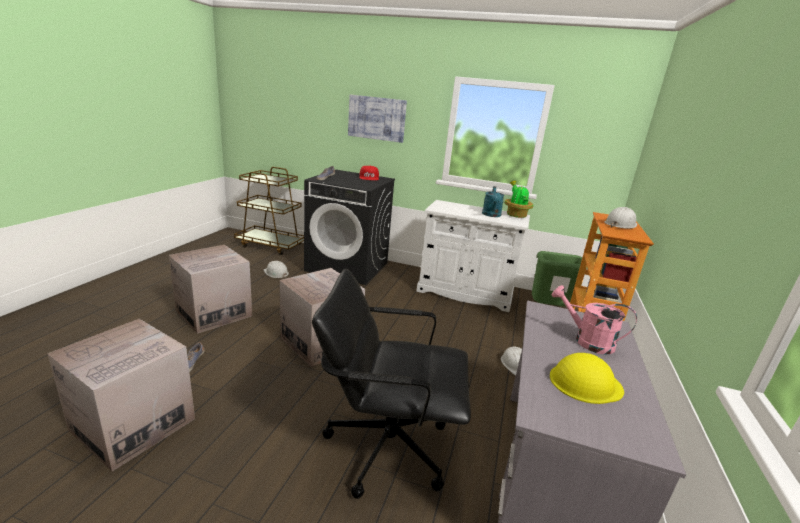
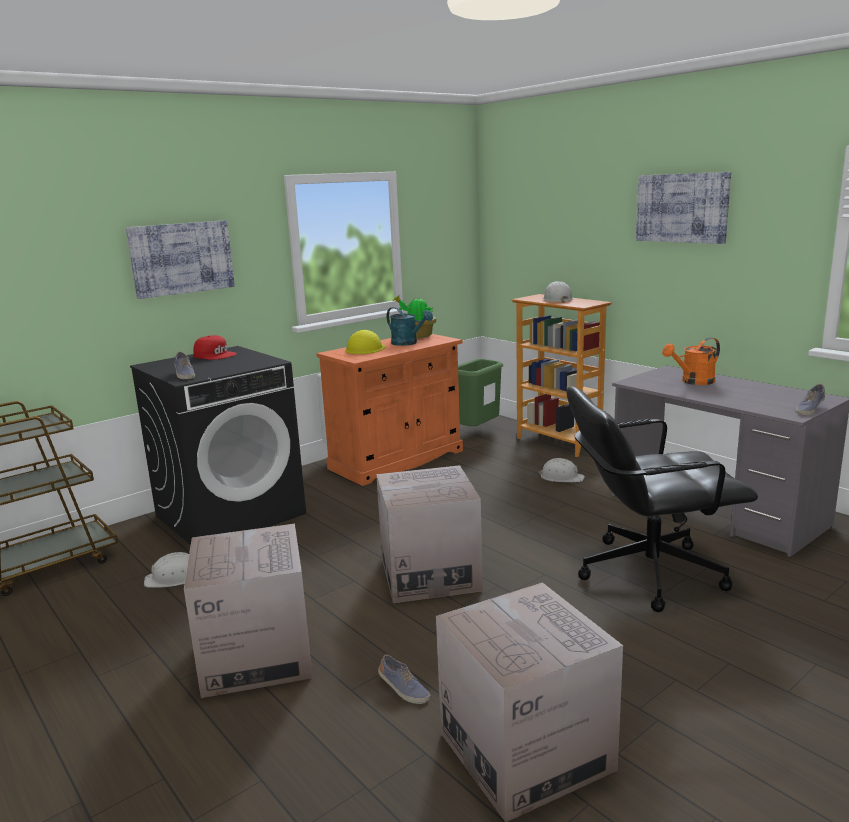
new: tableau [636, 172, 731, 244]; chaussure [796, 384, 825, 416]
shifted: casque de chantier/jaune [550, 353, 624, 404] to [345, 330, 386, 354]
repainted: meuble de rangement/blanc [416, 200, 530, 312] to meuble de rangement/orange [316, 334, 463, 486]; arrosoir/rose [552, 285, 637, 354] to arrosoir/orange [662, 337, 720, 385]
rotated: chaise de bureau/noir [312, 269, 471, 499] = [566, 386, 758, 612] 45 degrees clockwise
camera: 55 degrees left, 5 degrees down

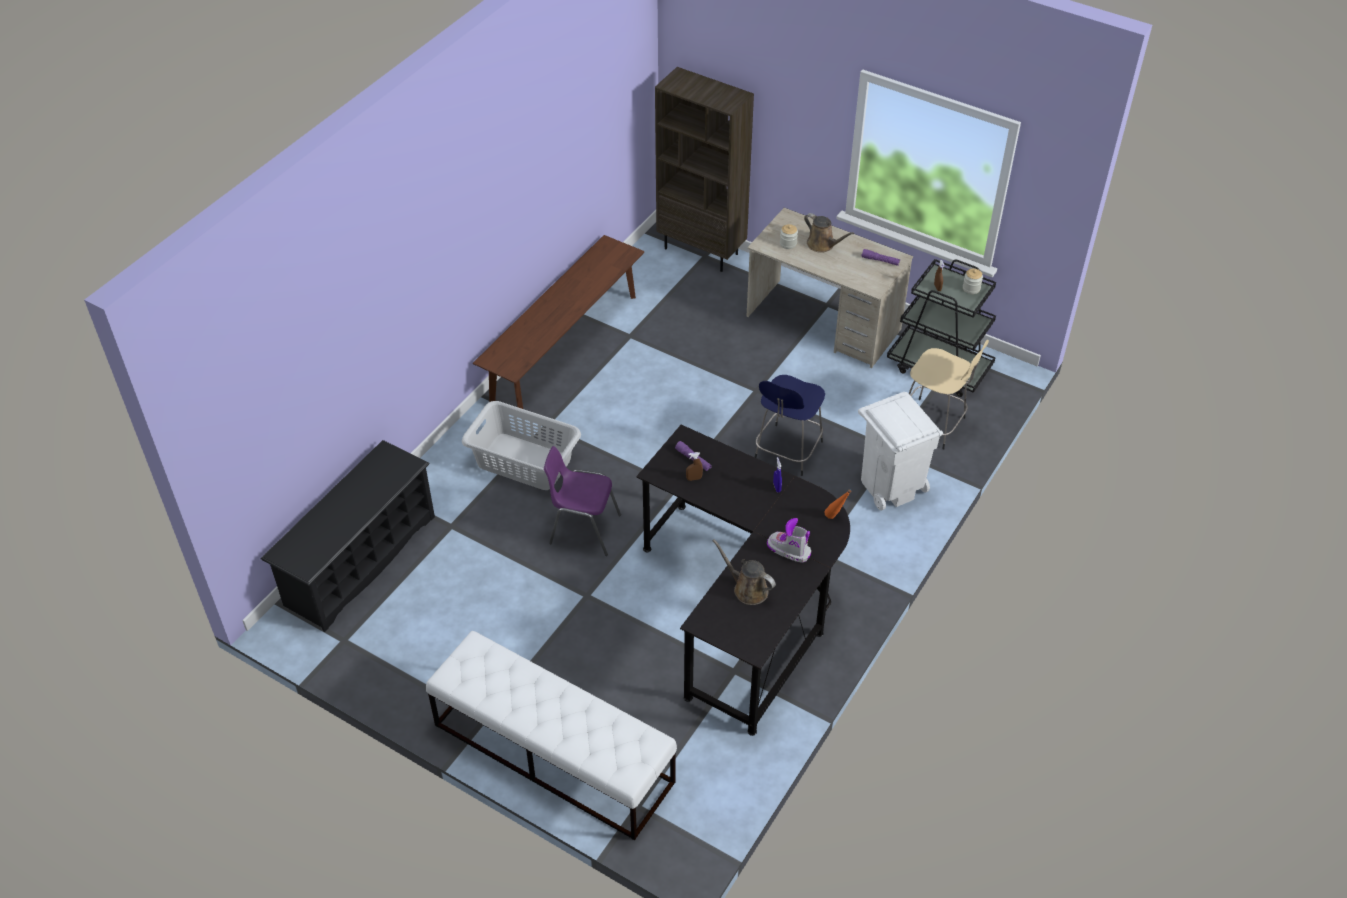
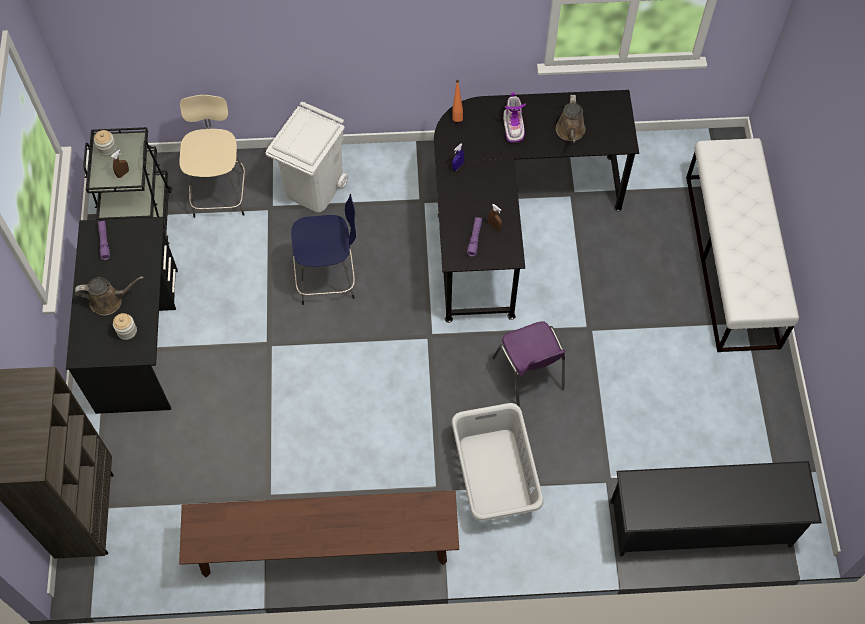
repainted: bureau/beige [746, 208, 913, 368] to bureau/noir [66, 217, 178, 414]
rotated: arrosoir/marron [804, 213, 855, 253] = [75, 276, 143, 316] 75 degrees clockwise
camera: 125 degrees left, 15 degrees up

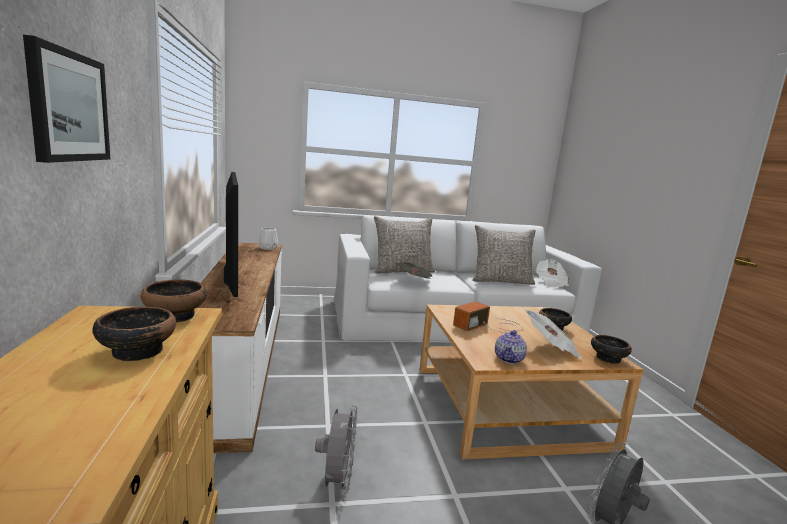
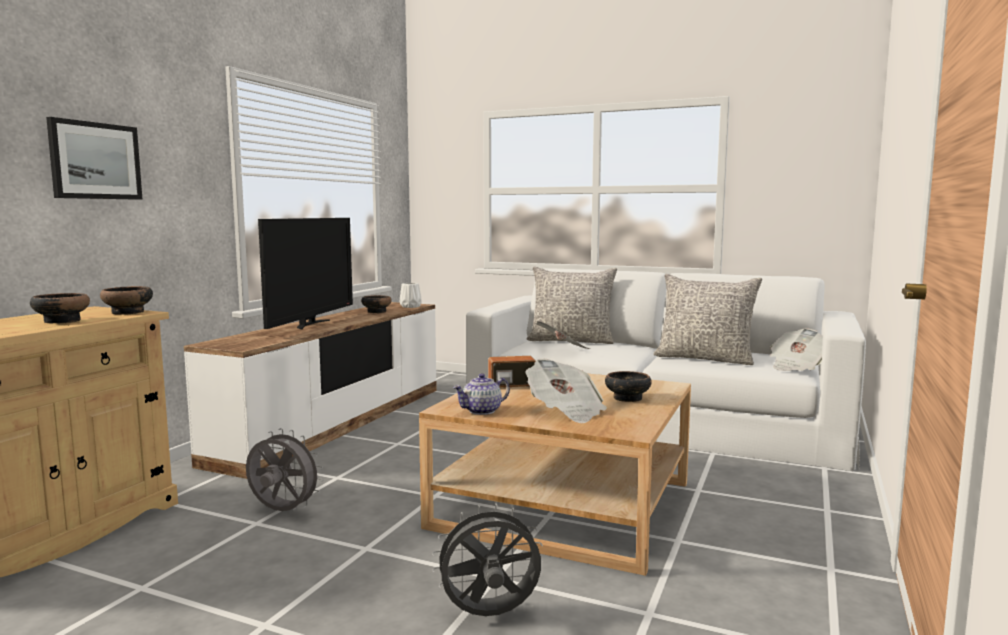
shifted: bol [591, 335, 632, 364] to [361, 295, 391, 313]
rotated: ventilateur/gris [315, 405, 358, 493] = [246, 428, 323, 511] 105 degrees counterclockwise
camera: 35 degrees right, 5 degrees down

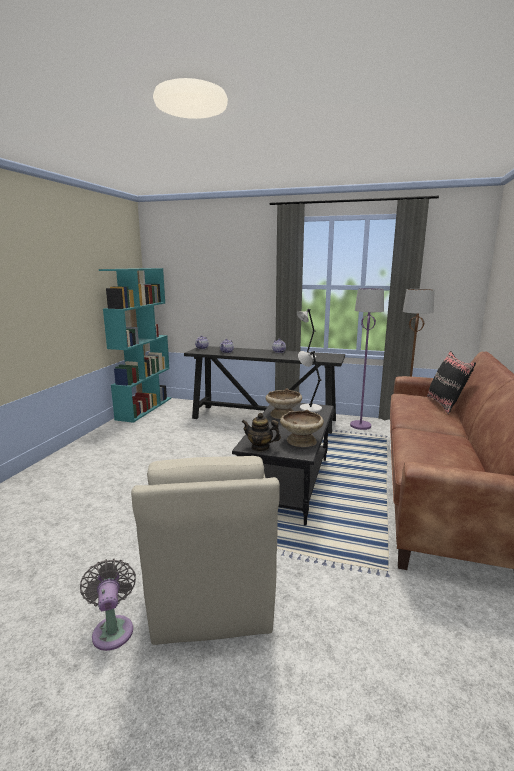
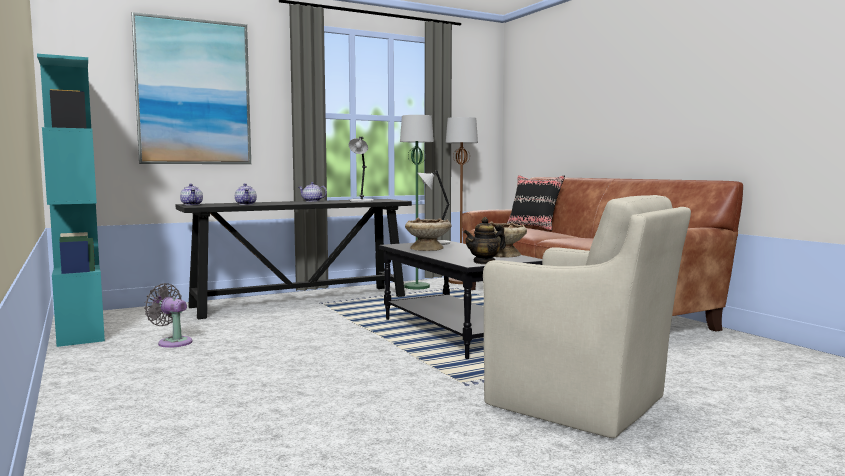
new: tableau [131, 12, 251, 164]
shifted: ventilateur/gris [80, 559, 136, 651] to [144, 283, 193, 348]
repainted: lampadaire/violet [350, 288, 384, 430] to lampadaire/vert [400, 115, 434, 289]
camera: 45 degrees left, 10 degrees down

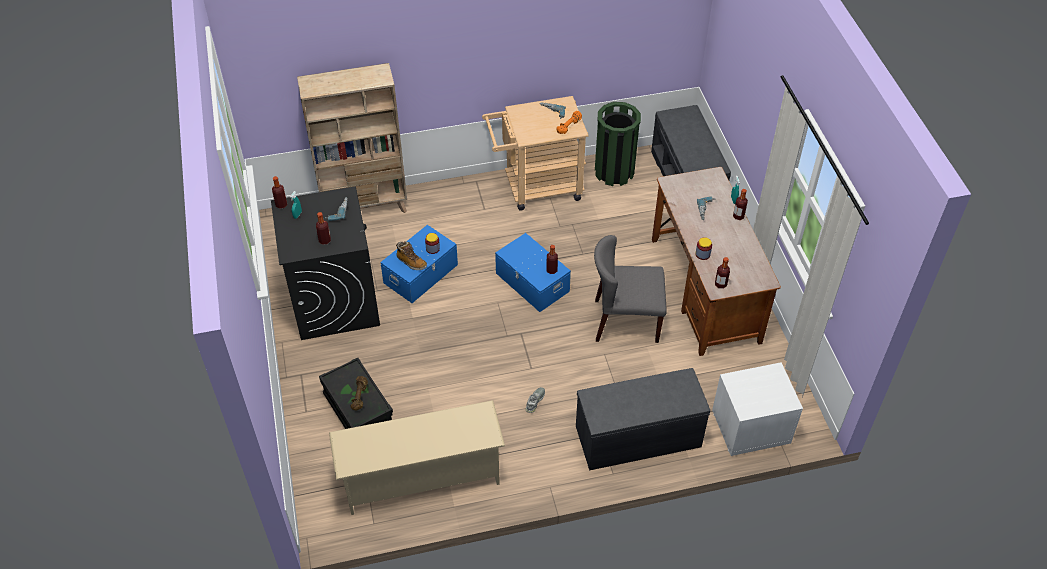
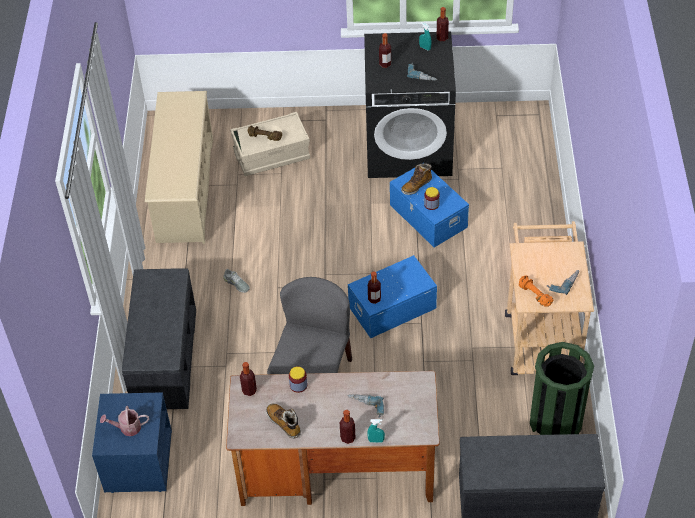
gone: bibliothèque/beige [297, 63, 407, 213]
new: arrosoir [100, 406, 149, 436]; botte [266, 403, 301, 439]
repainted: boîte de rangement/noir [319, 358, 393, 429] to boîte de rangement/beige [230, 112, 310, 176]; table de chevet/blanc [712, 362, 803, 456] to table de chevet/bleu [92, 392, 172, 493]
camera: 105 degrees right, 0 degrees up

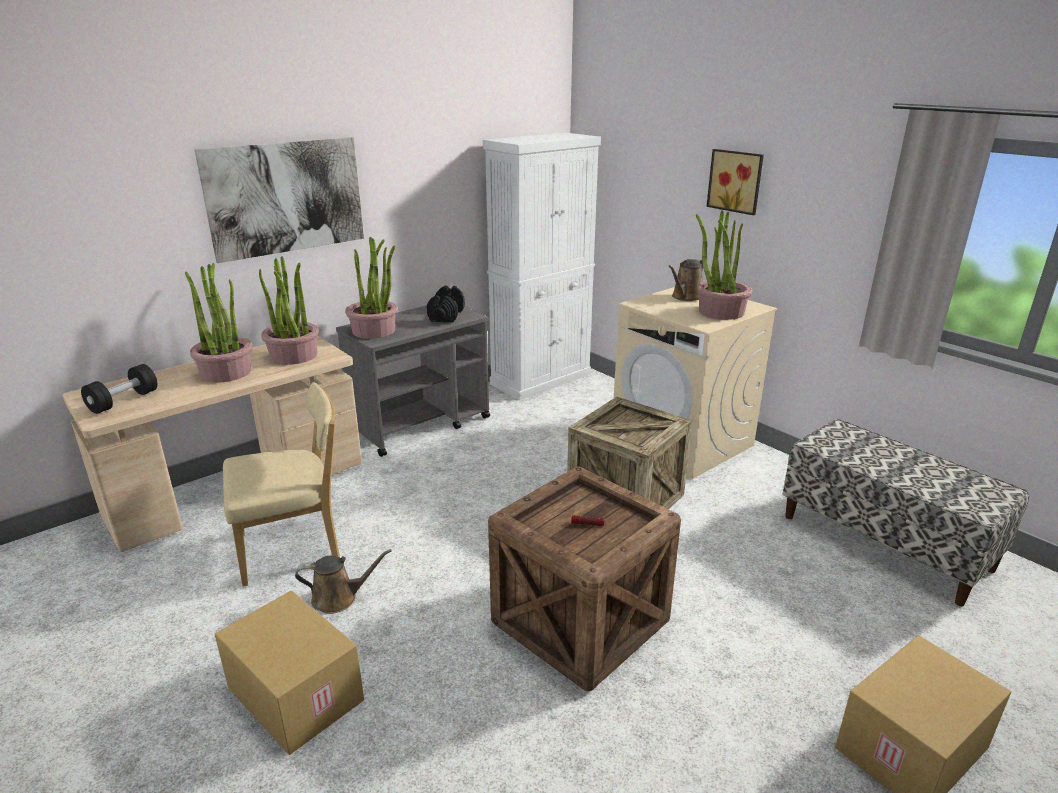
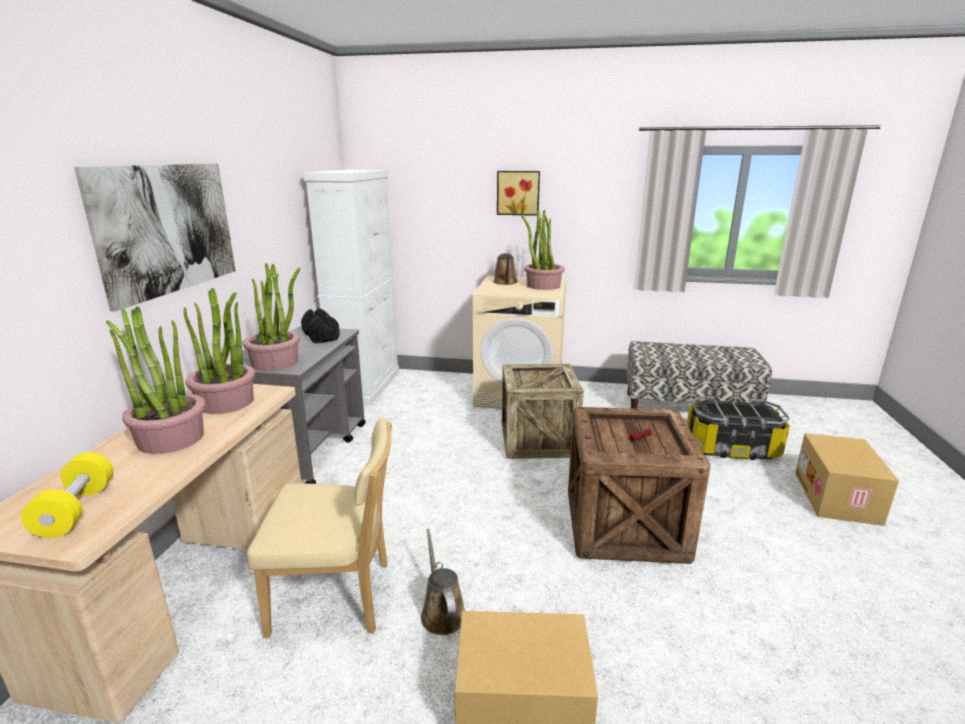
new: boîte de rangement [687, 396, 790, 460]
repainted: haltère/noir [81, 364, 158, 414] to haltère/jaune [21, 452, 113, 538]
rotated: chaise/beige [223, 382, 340, 587] = [247, 417, 392, 638] 60 degrees clockwise; arrosoir/marron [295, 549, 392, 614] = [421, 529, 465, 635] 60 degrees counterclockwise
camera: 40 degrees left, 5 degrees down

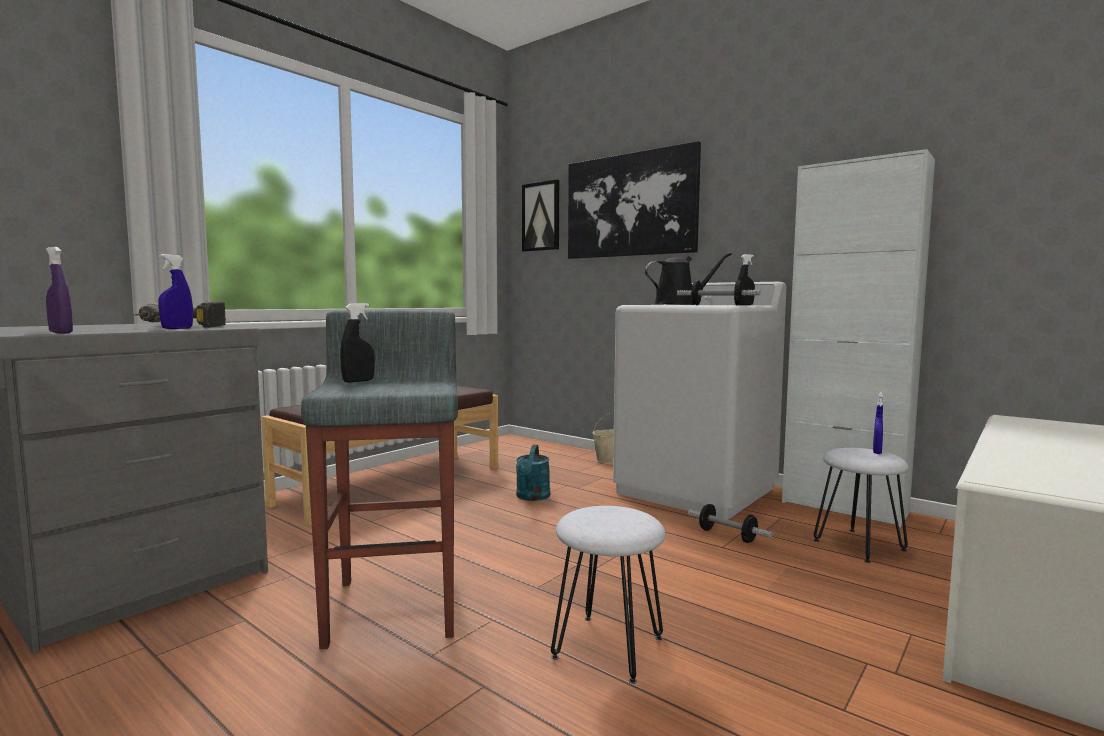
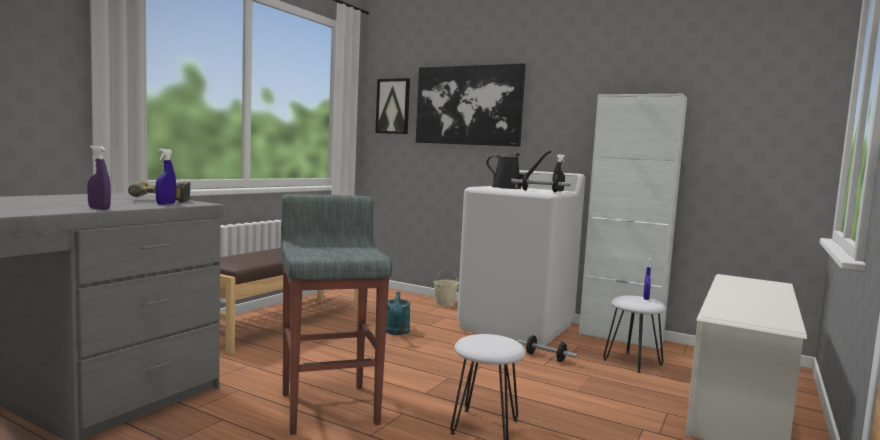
gone: vaporisateur/noir [340, 303, 375, 383]
rotated: arrosoir/noir [645, 253, 732, 305] = [486, 151, 551, 189] 45 degrees clockwise
camera: 10 degrees left, 0 degrees up

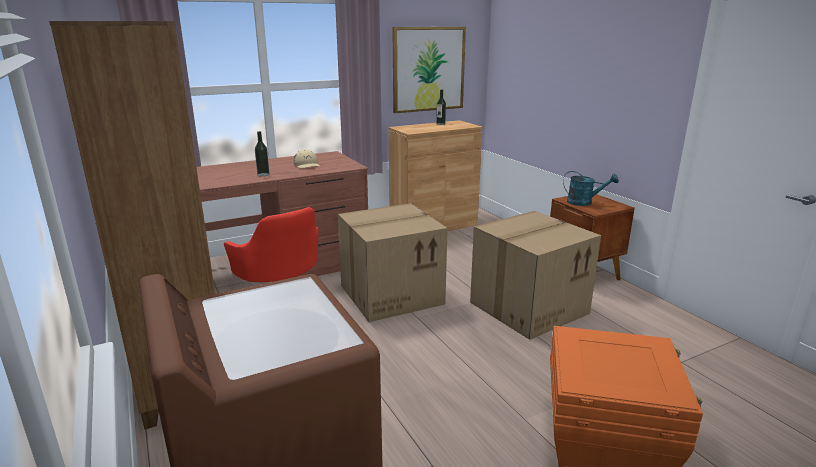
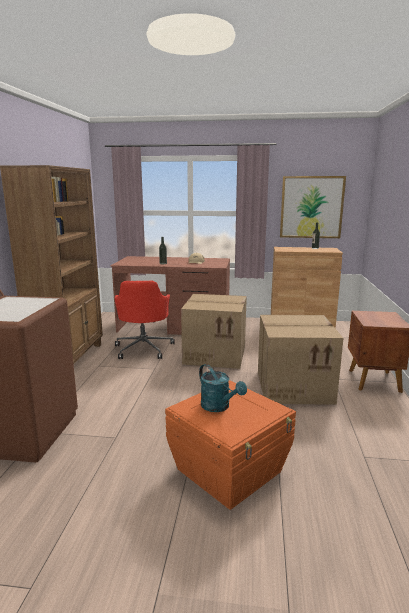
shifted: arrosoir/turquoise [563, 171, 619, 206] to [199, 364, 247, 412]
camera: 35 degrees right, 5 degrees down

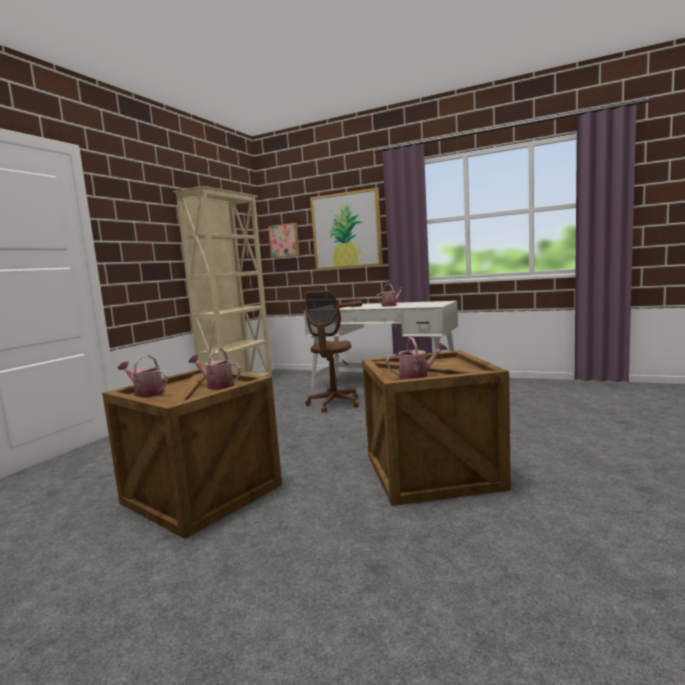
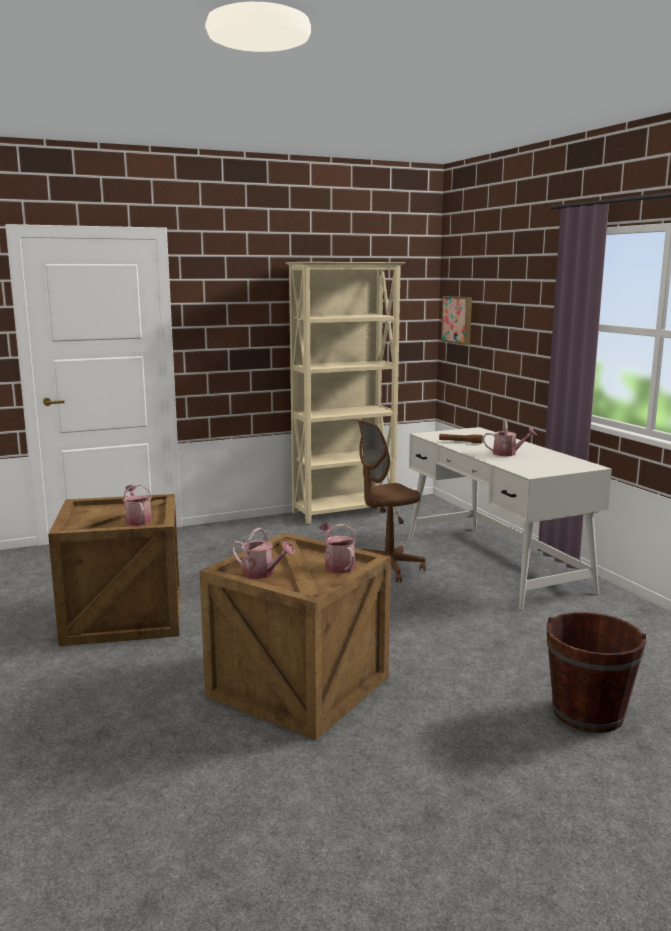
gone: tableau [310, 188, 383, 270]
new: seau/marron [547, 612, 646, 733]
shifted: arrosoir [118, 355, 168, 398] to [319, 523, 356, 574]
camera: 40 degrees right, 5 degrees up

